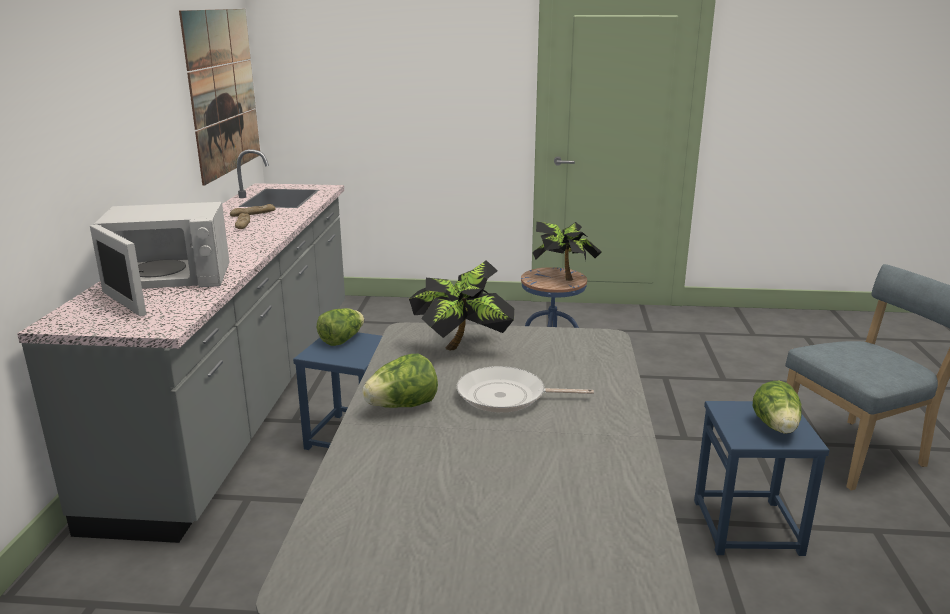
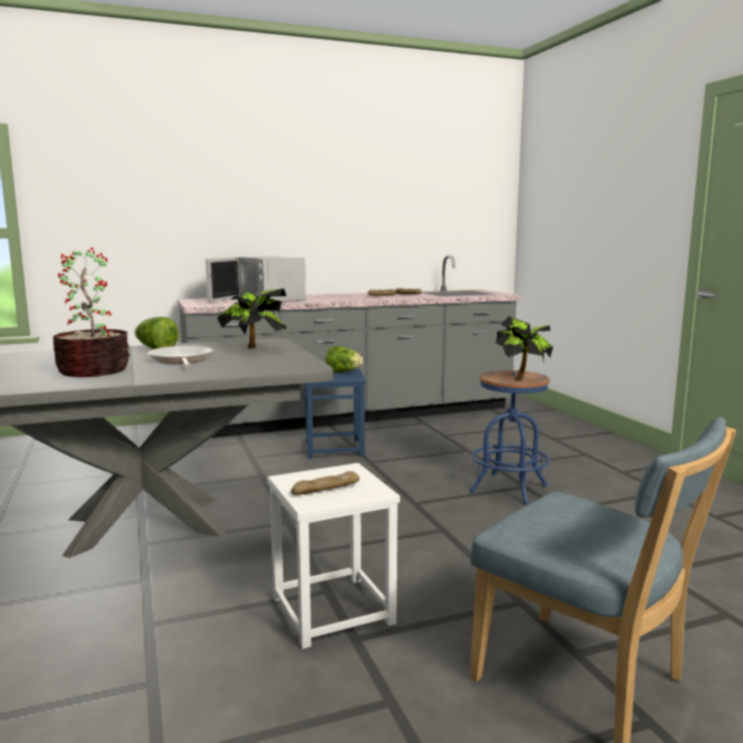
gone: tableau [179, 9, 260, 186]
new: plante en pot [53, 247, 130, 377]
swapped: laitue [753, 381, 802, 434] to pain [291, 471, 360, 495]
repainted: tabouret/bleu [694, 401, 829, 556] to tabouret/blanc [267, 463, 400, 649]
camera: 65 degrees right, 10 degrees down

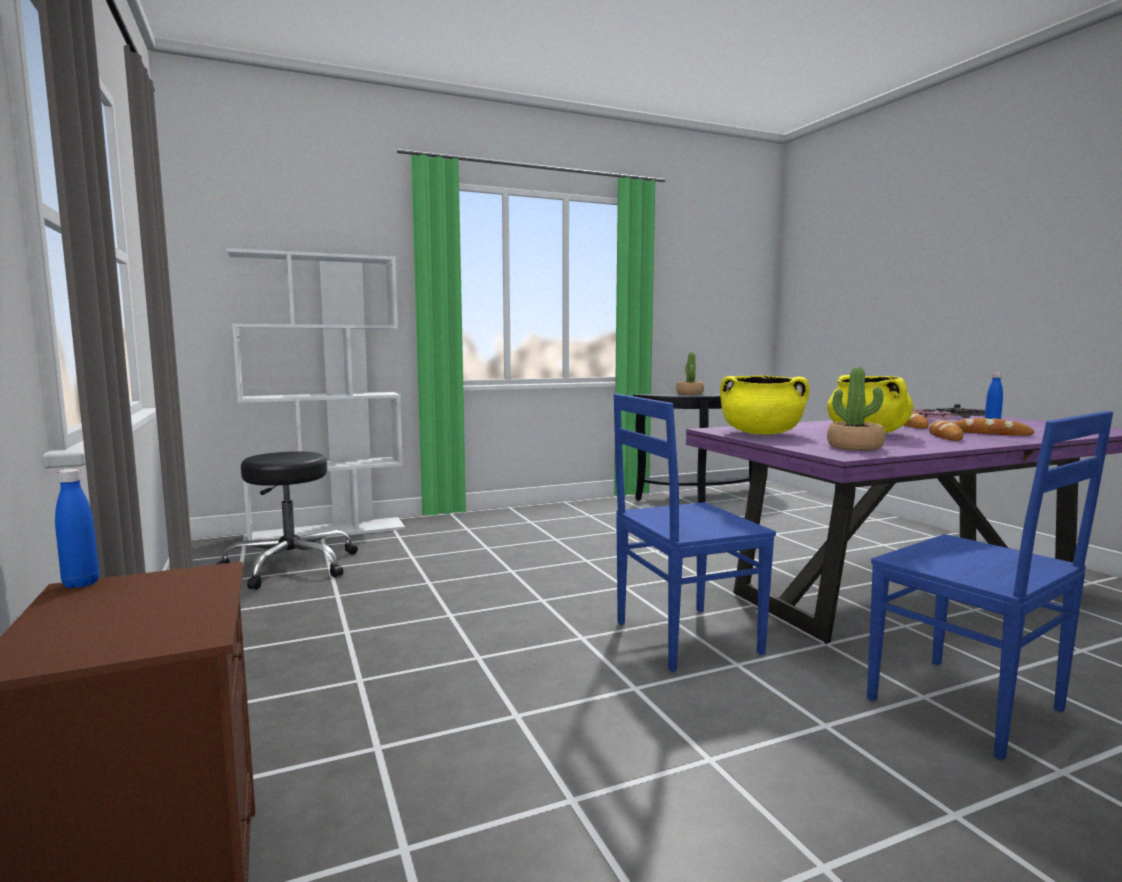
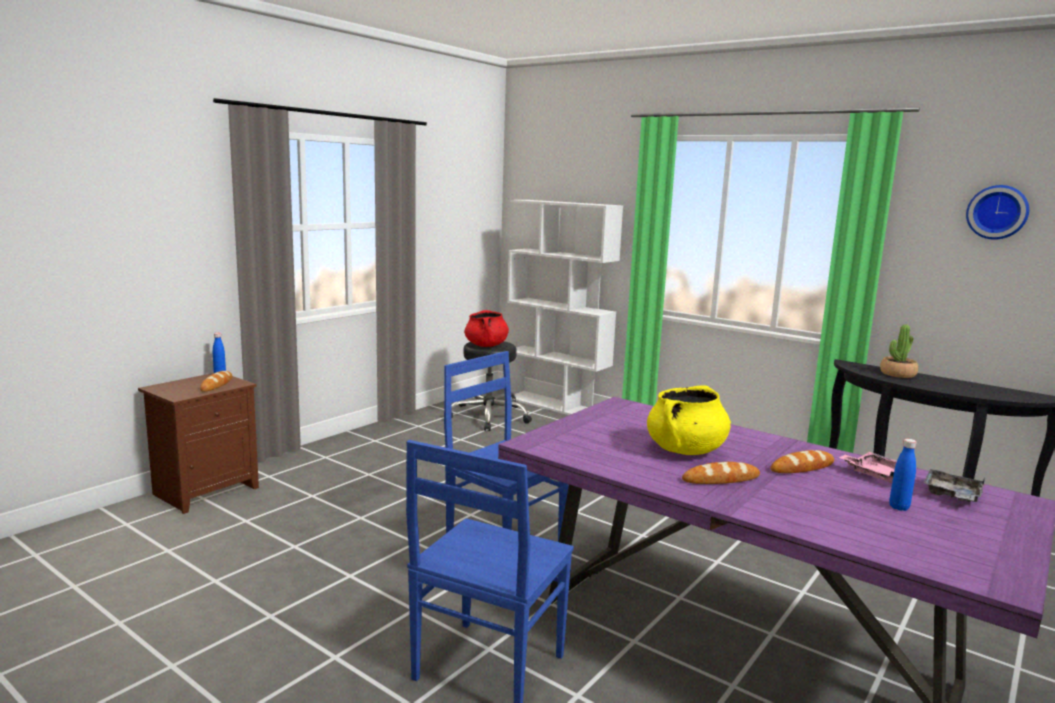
gone: marmite/jaune [720, 375, 809, 435]; plante en pot [827, 367, 885, 450]
new: marmite/rouge [465, 310, 509, 347]; horloge murale [966, 185, 1029, 240]
shifted: pain [953, 418, 1034, 436] to [200, 371, 232, 392]
camera: 60 degrees right, 5 degrees up

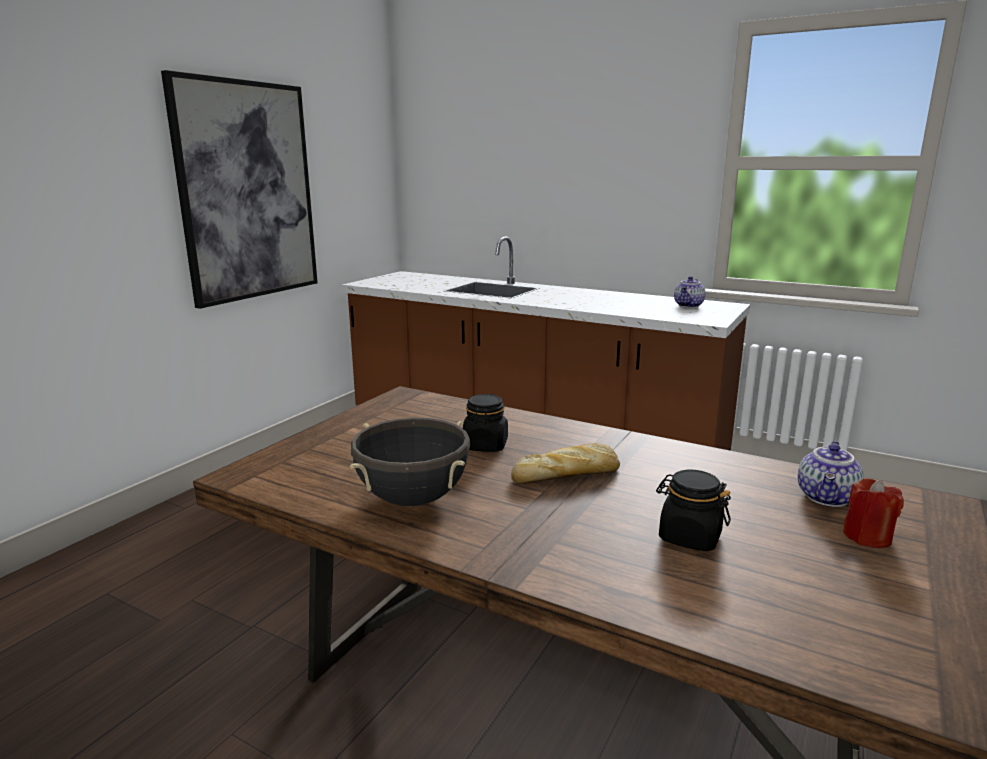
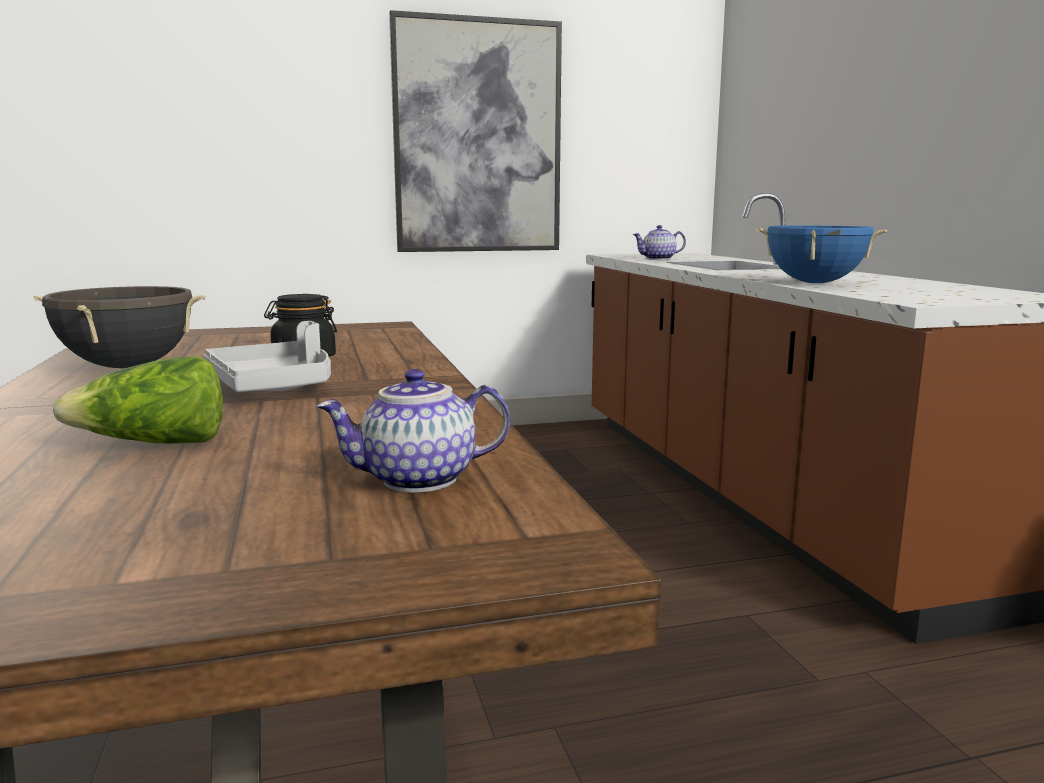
gone: bougie/rouge [843, 478, 904, 548]
new: marmite/bleu [756, 226, 887, 283]
shifted: théière [674, 276, 705, 308] to [633, 225, 686, 260]
swapped: pain [511, 443, 620, 484] to plateau/gris [203, 321, 331, 392]; bocal/noir [656, 469, 731, 551] to laitue [53, 356, 223, 444]
camera: 45 degrees right, 5 degrees down

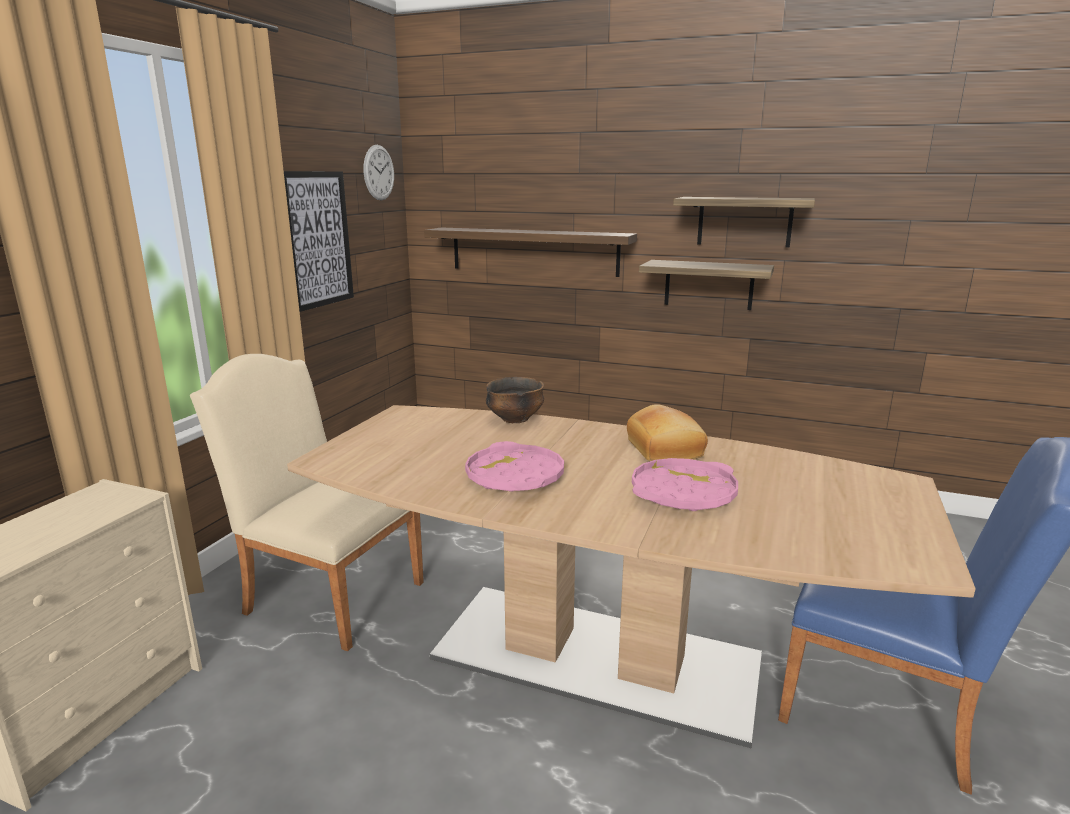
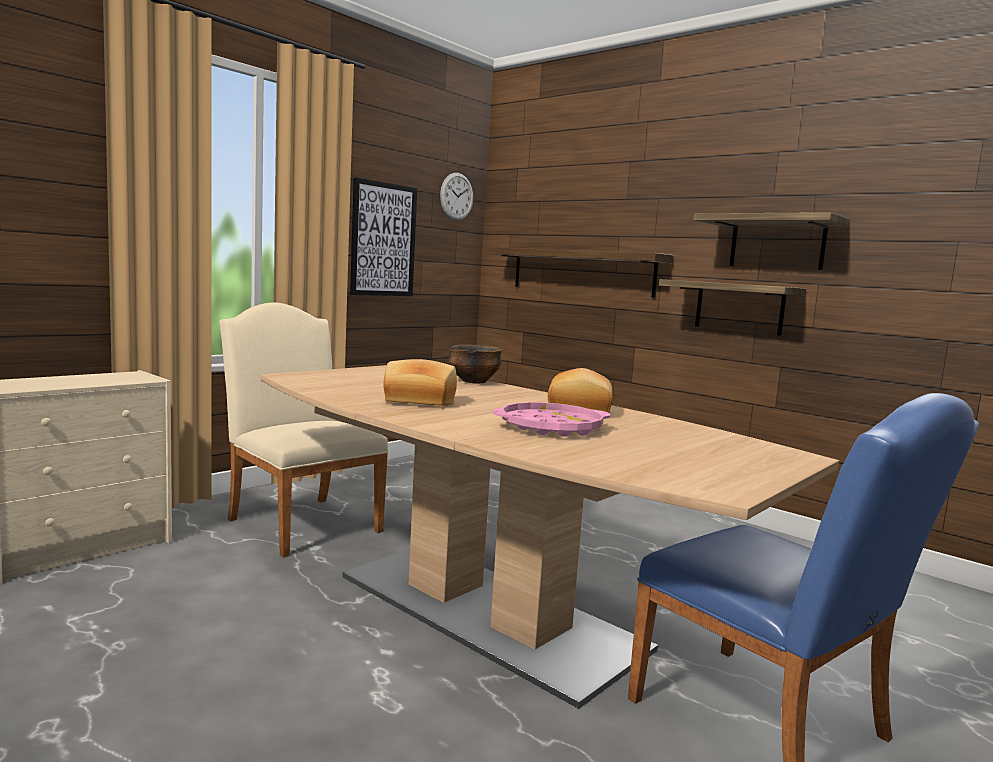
swapped: plateau/rose [465, 441, 564, 492] to pain [383, 359, 457, 406]
camera: 20 degrees right, 10 degrees down

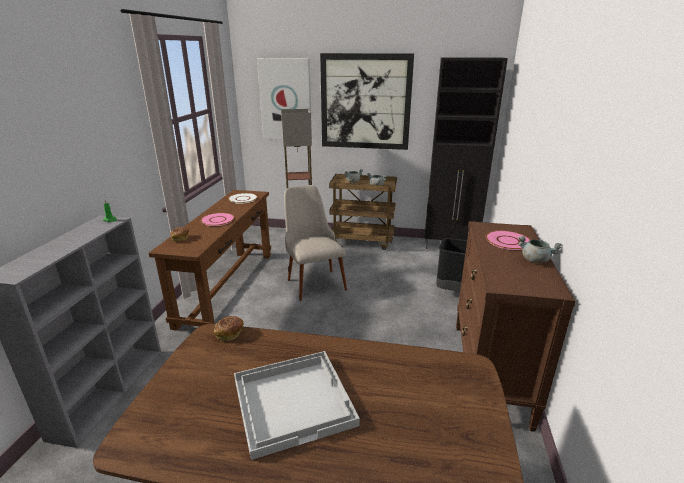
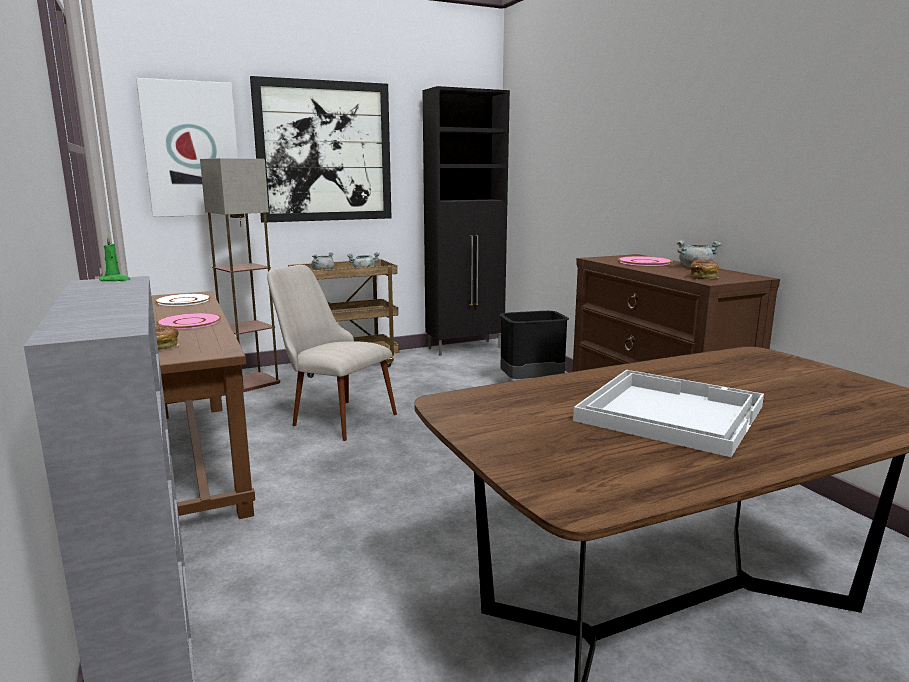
shifted: pain [214, 316, 244, 341] to [690, 260, 719, 279]
camera: 35 degrees left, 10 degrees down

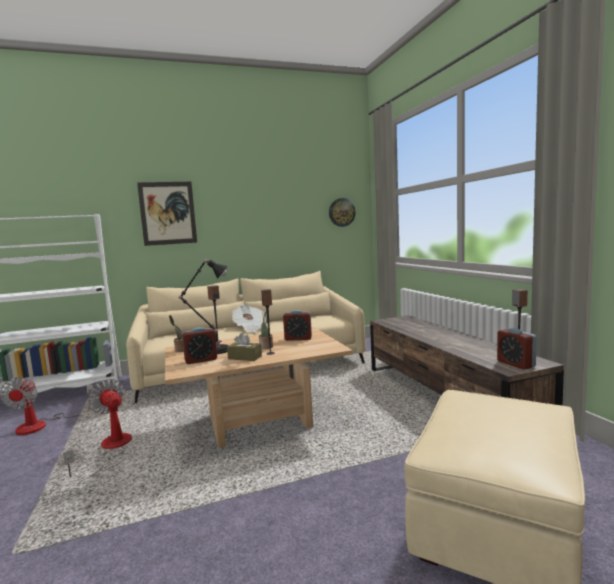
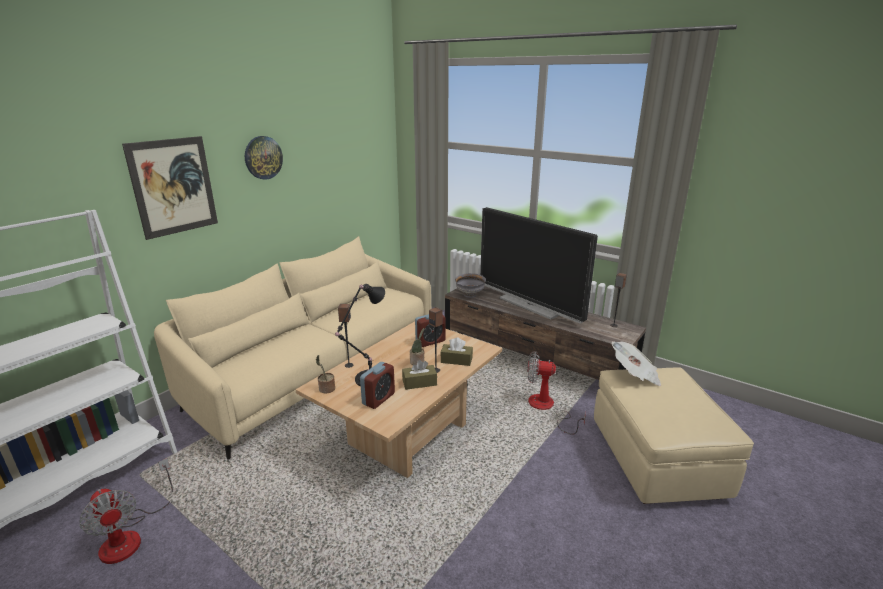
gone: réveil [497, 328, 537, 370]
new: boîte à mouchoirs/marron [441, 337, 473, 366]; bol/gris [455, 273, 486, 298]; téléviseur [480, 207, 598, 324]
shifted: ventilateur [63, 379, 132, 477] to [527, 351, 586, 435]; journal [232, 305, 267, 332] to [611, 341, 661, 386]; horloge murale [329, 198, 356, 227] to [245, 136, 283, 180]
camera: 35 degrees left, 15 degrees up

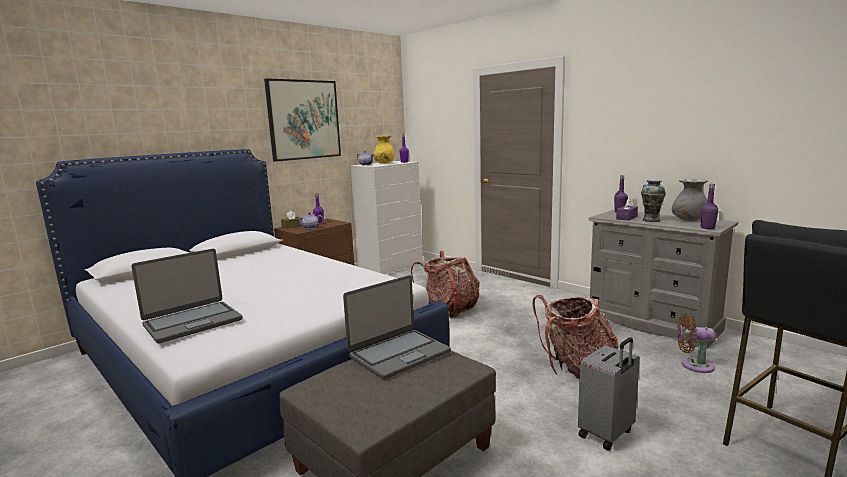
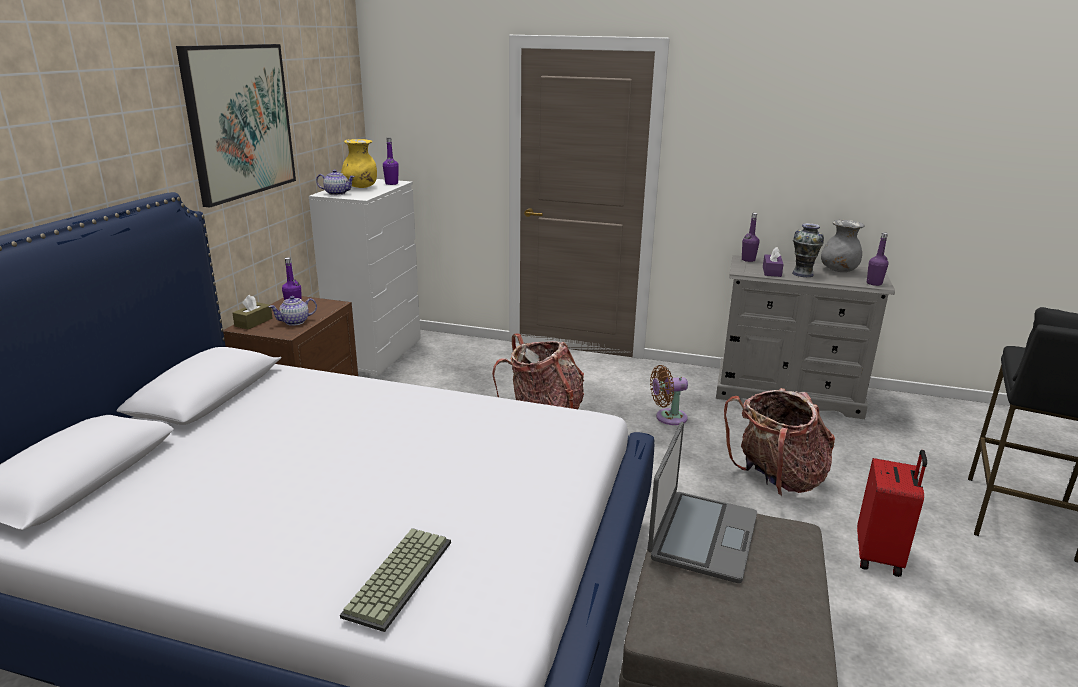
shifted: ventilateur/marron [677, 313, 715, 373] to [650, 365, 688, 425]
swapped: ordinateur portable [131, 249, 243, 344] to clavier [340, 528, 451, 632]
repainted: valise/gris [578, 337, 640, 451] to valise/rouge [857, 450, 927, 577]
camera: 30 degrees left, 10 degrees up

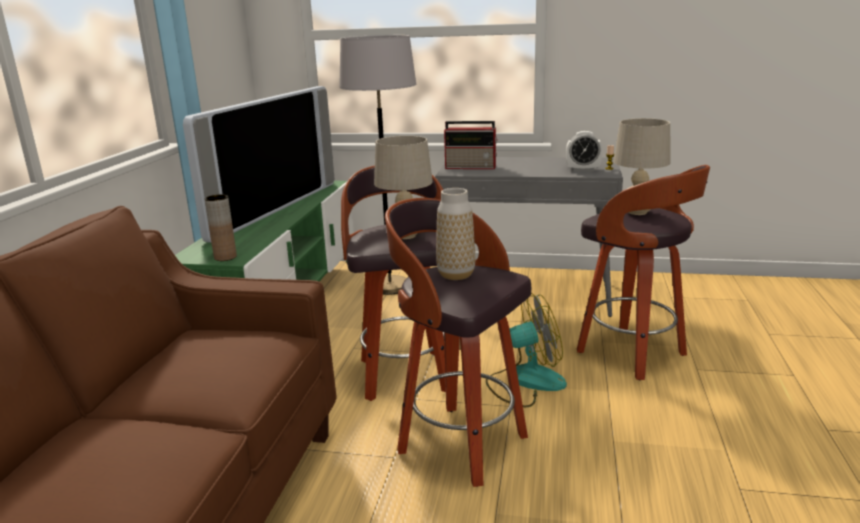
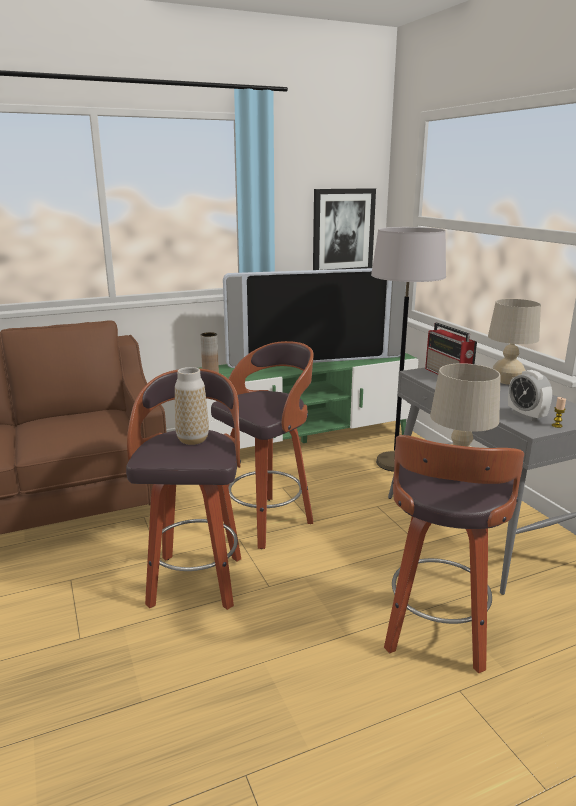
gone: ventilateur [486, 293, 567, 407]
new: tableau [313, 188, 376, 270]
shifted: lampe de table/beige [374, 136, 433, 239] to [488, 299, 541, 385]
camera: 55 degrees right, 0 degrees up

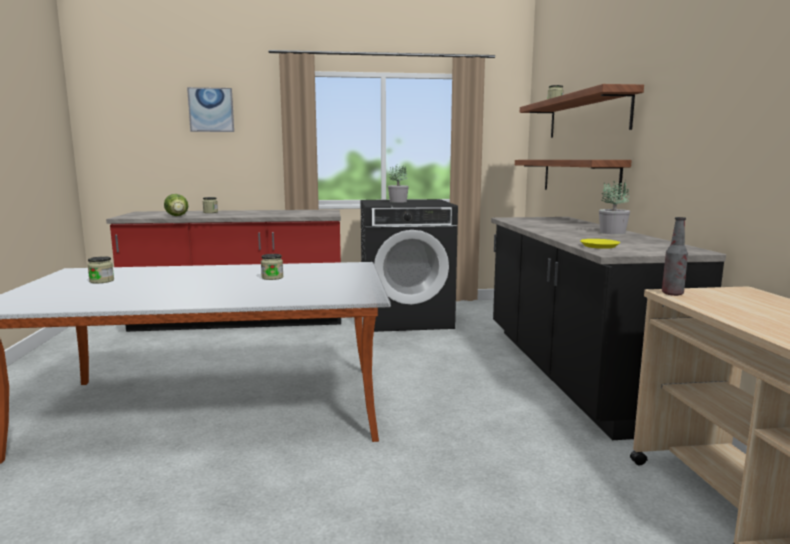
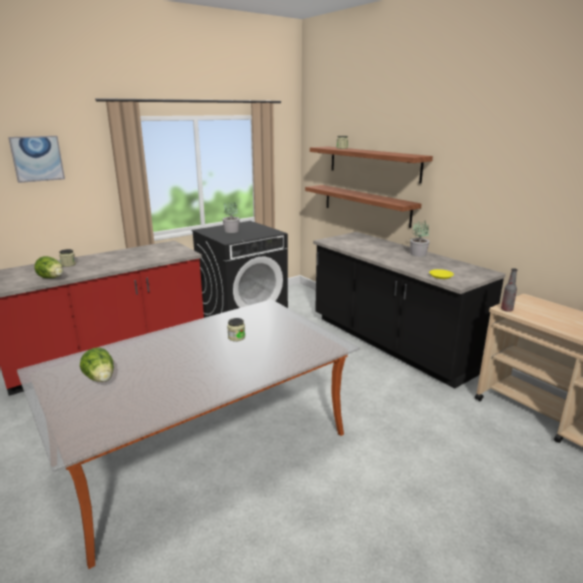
swapped: bocal [87, 256, 114, 283] to laitue [80, 347, 114, 382]
camera: 30 degrees left, 10 degrees up

